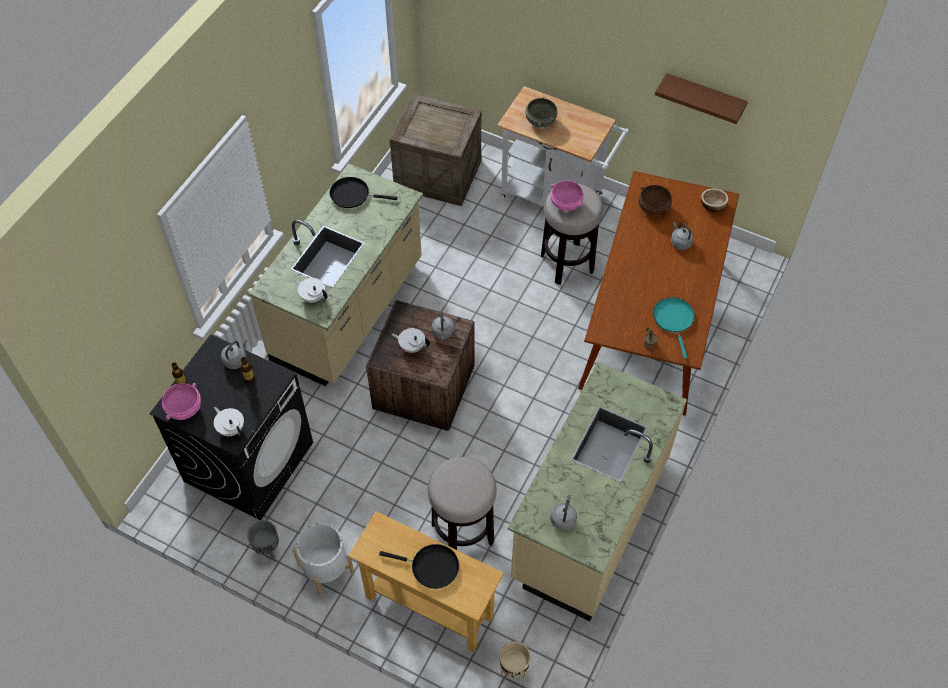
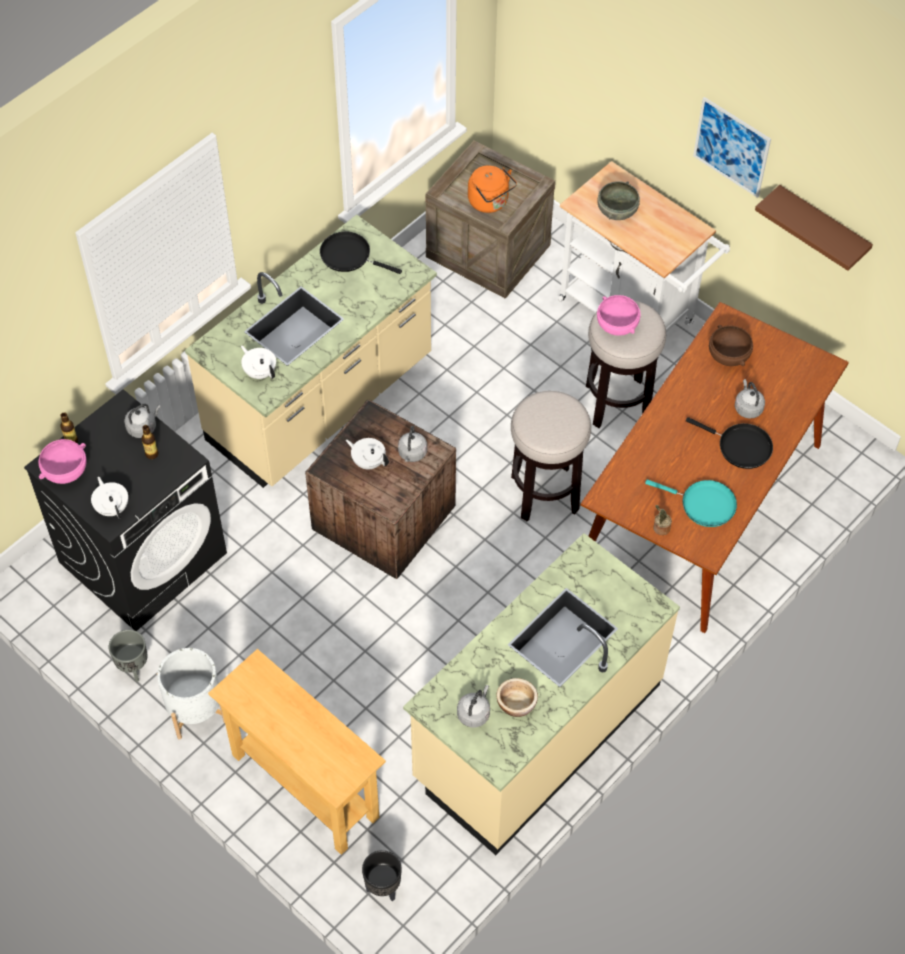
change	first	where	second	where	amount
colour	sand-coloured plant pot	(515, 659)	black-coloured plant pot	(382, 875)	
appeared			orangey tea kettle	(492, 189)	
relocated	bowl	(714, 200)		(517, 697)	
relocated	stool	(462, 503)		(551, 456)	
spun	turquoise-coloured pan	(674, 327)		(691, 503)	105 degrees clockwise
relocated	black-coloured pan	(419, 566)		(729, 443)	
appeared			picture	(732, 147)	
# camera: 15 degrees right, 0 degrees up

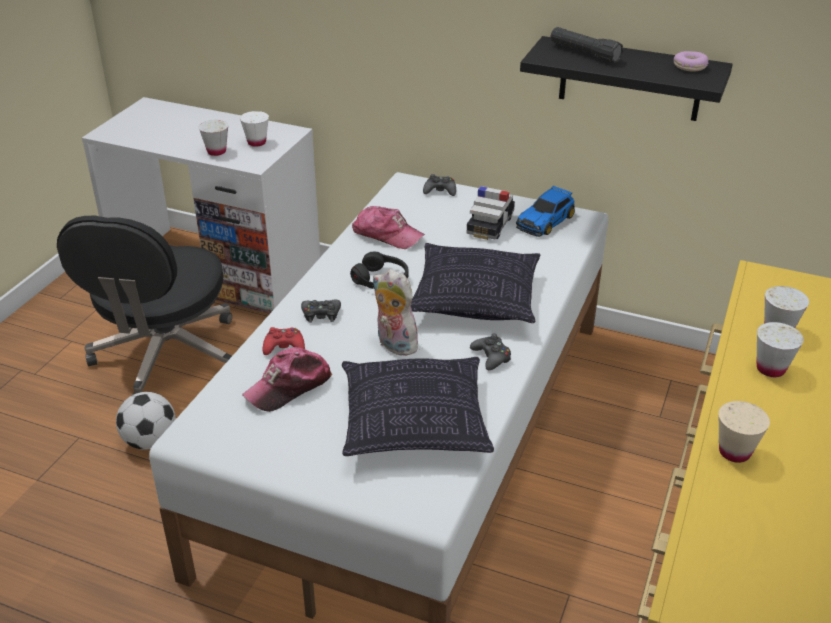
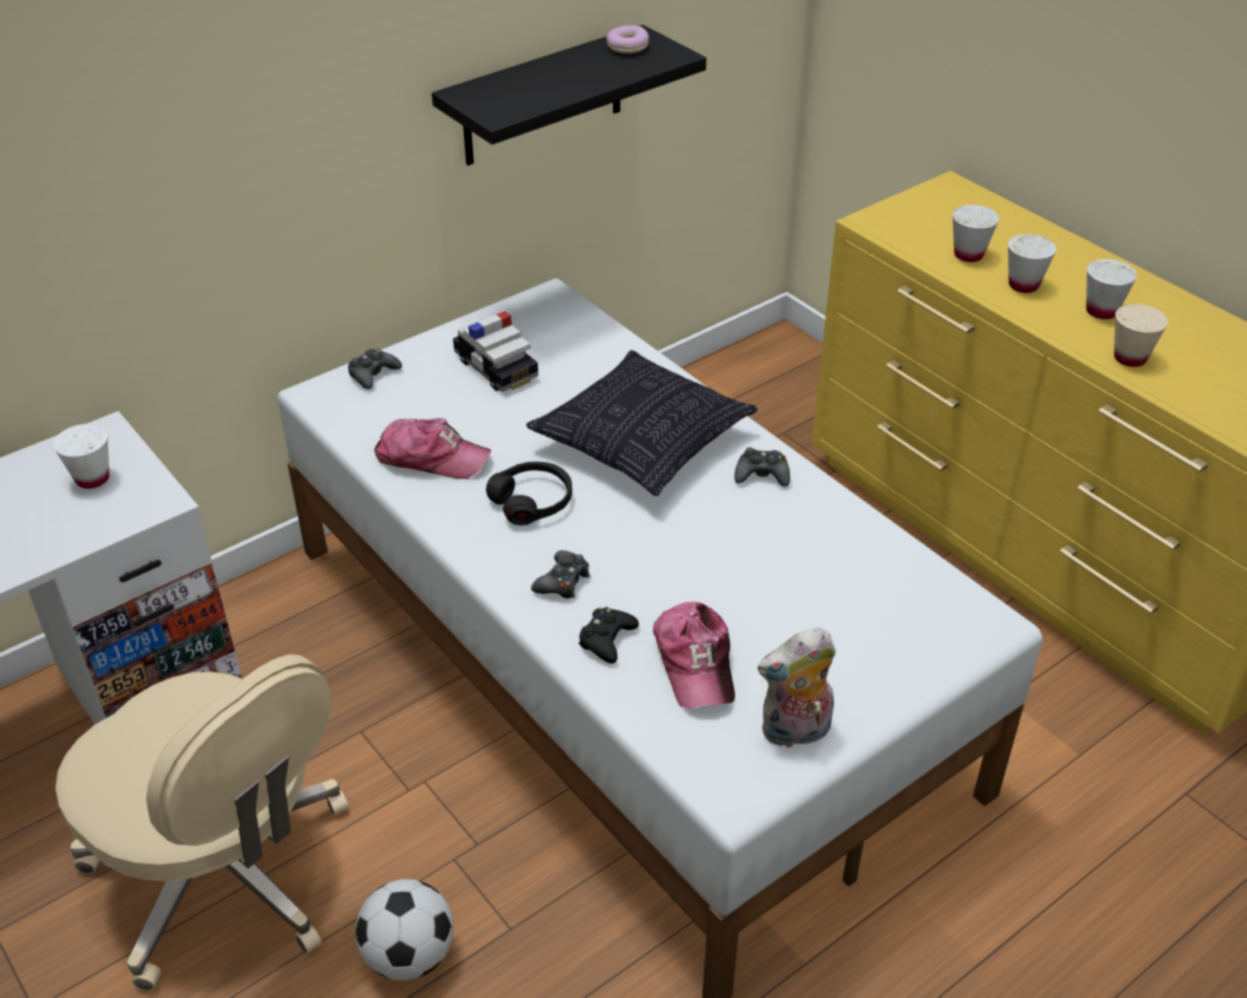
change	first	where	second	where	amount
colour	black-coloured desk chair	(144, 305)	sand-coloured desk chair	(202, 822)	
spun	baseball cap	(388, 227)		(432, 448)	45 degrees clockwise
colour	reddish gamepad	(284, 341)	black-coloured gamepad	(609, 635)	
relocated	soft toy	(396, 312)		(797, 688)	
relocated	white-coloured cup	(213, 138)		(1111, 289)	
missing	pillow	(418, 406)			
missing	toy car	(545, 211)			
missing	black-coloured flashlight	(587, 45)			
# camera: 60 degrees left, 5 degrees up

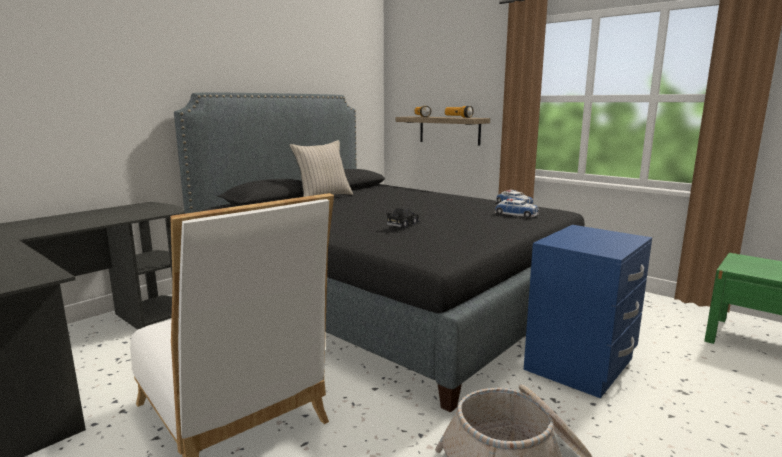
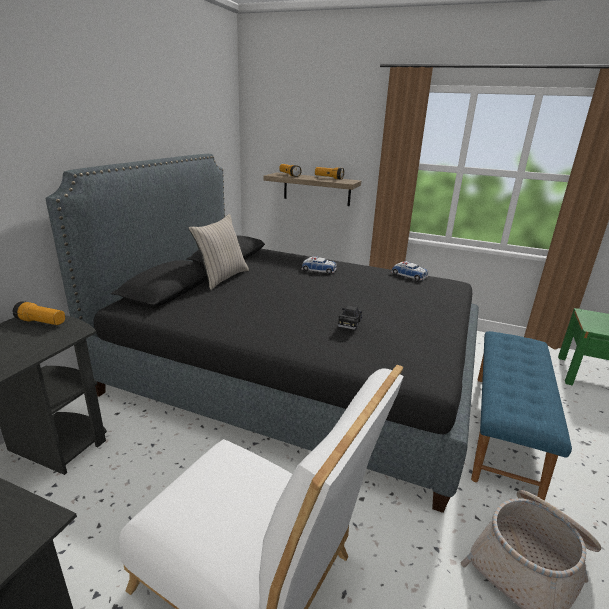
change	first	where	second	where	amount
appeared			flashlight	(39, 313)	
relocated	toy car	(517, 208)		(319, 265)	
exchanged	bluish bedside table	(588, 311)	bluish indoor bench	(521, 416)	
# camera: 20 degrees left, 10 degrees up

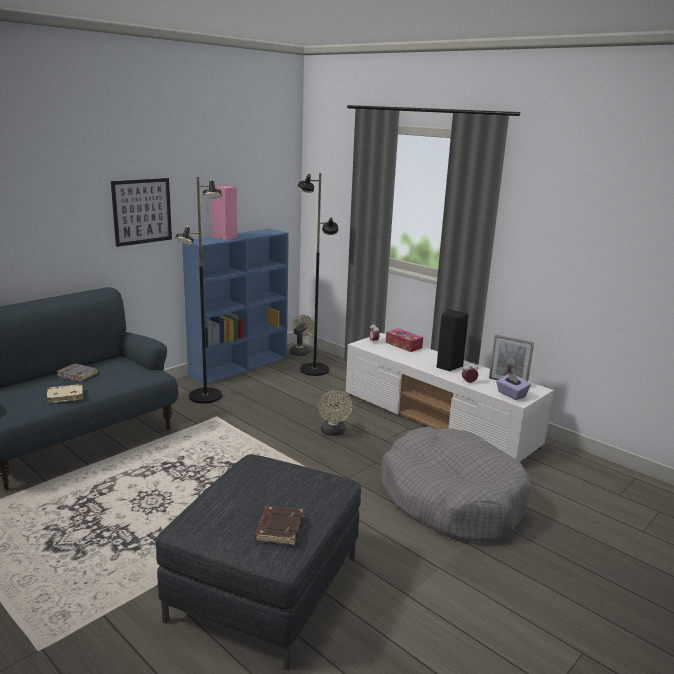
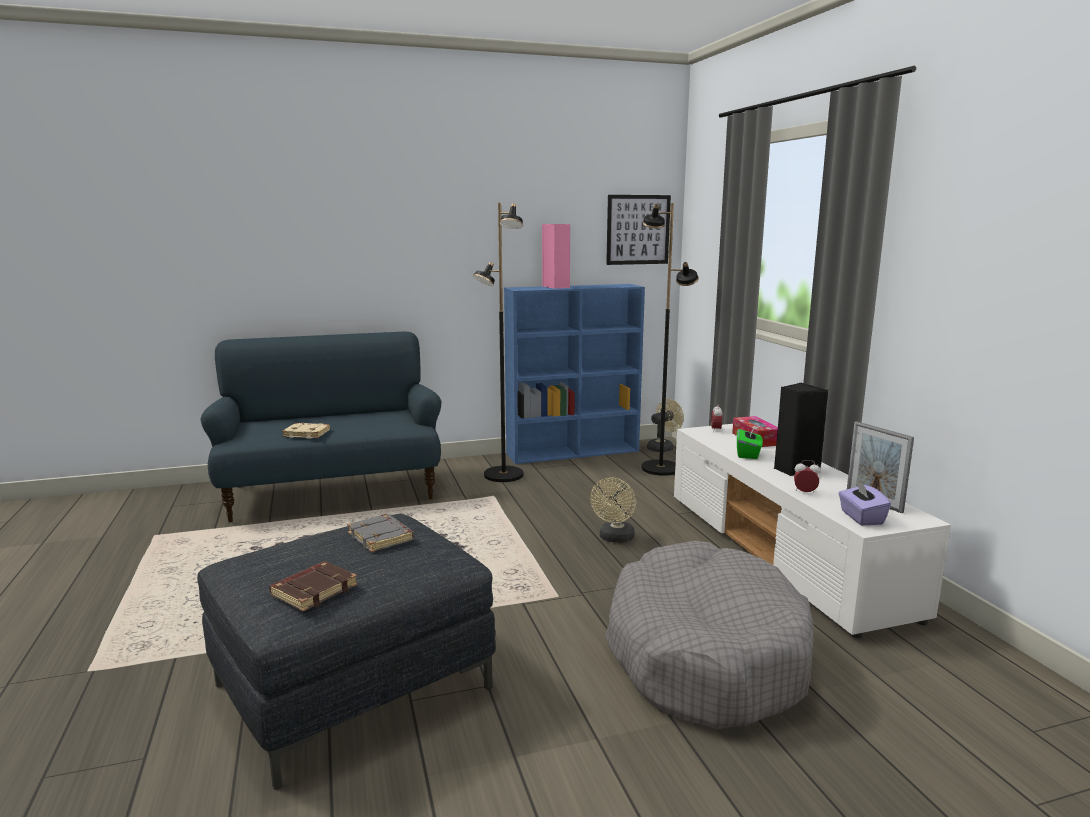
change	first	where	second	where	amount
relocated	grey bound book	(77, 372)		(380, 533)	
relocated	picture	(141, 212)		(638, 230)	
appeared			green tissue box	(750, 442)	
# camera: 30 degrees right, 5 degrees down

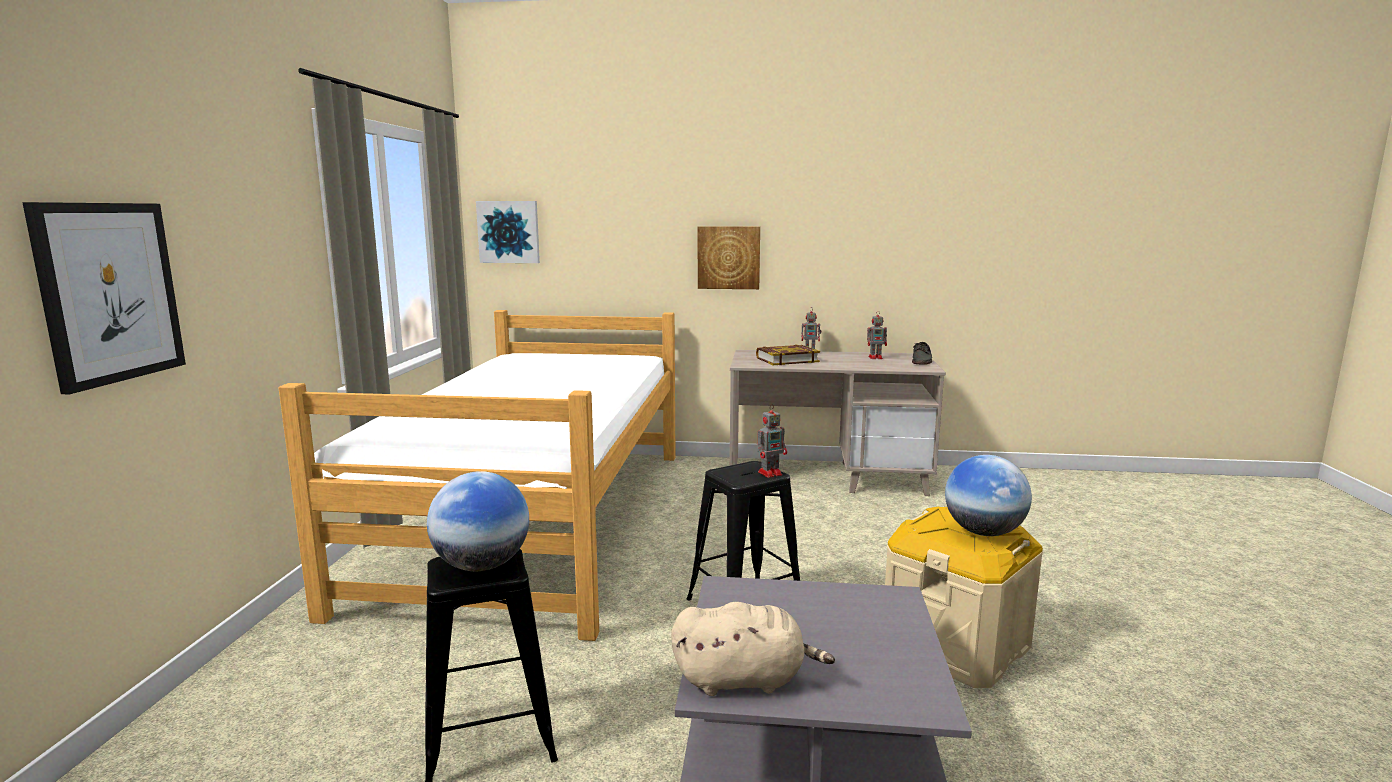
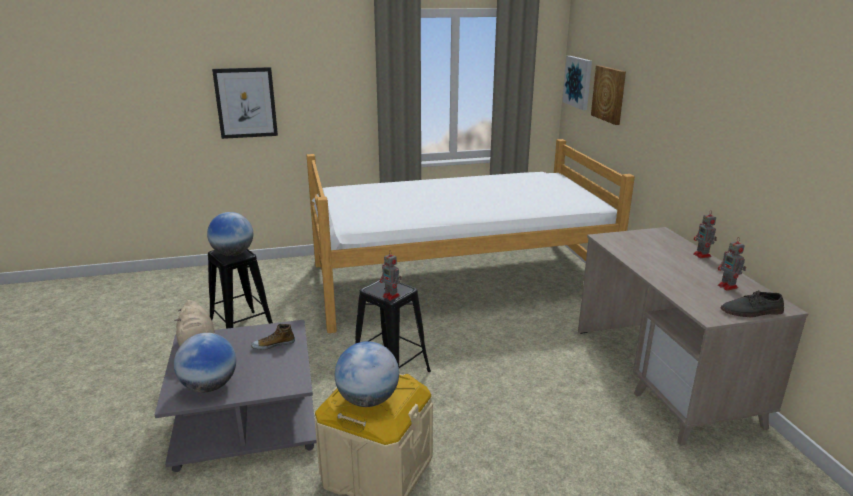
change	first	where	second	where	amount
appeared			globe	(205, 362)	
appeared			shoe	(273, 337)	
relocated	picture	(729, 257)		(608, 95)	
missing	bound book	(788, 354)			
# camera: 70 degrees right, 10 degrees up

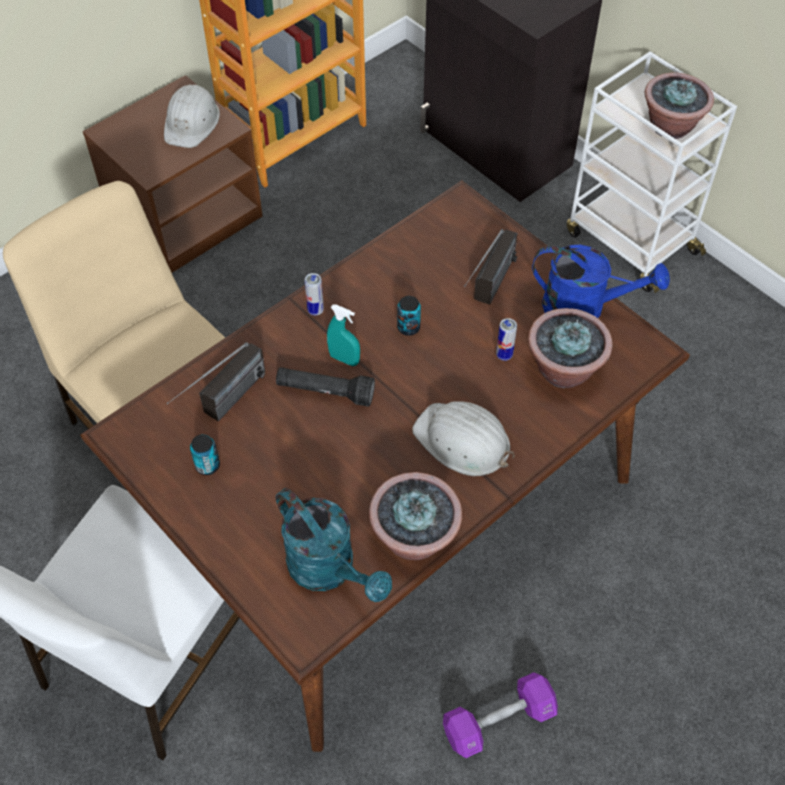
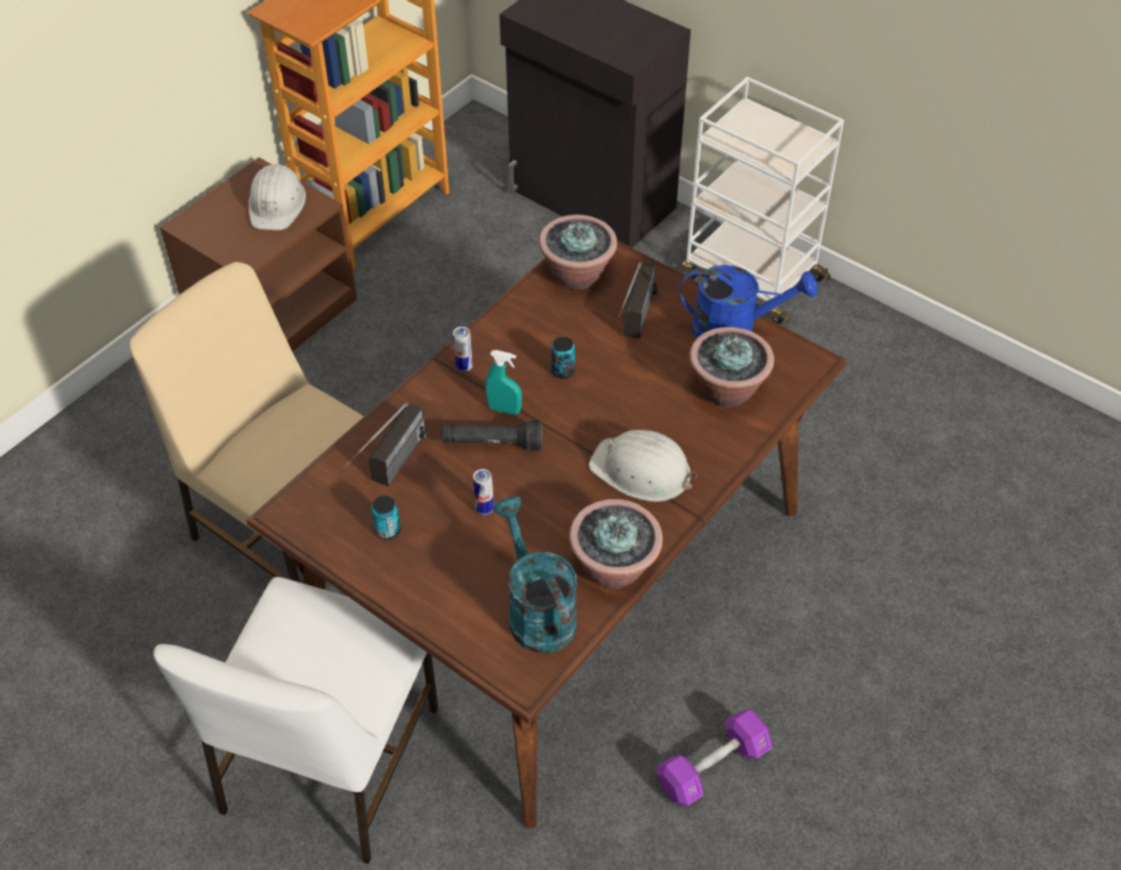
change	first	where	second	where	amount
relocated	can	(506, 339)		(483, 492)	
spun	turquoise-coloured watering pot	(334, 545)		(535, 574)	150 degrees counterclockwise
relocated	potted plant	(679, 106)		(578, 252)	
# camera: 10 degrees left, 5 degrees down

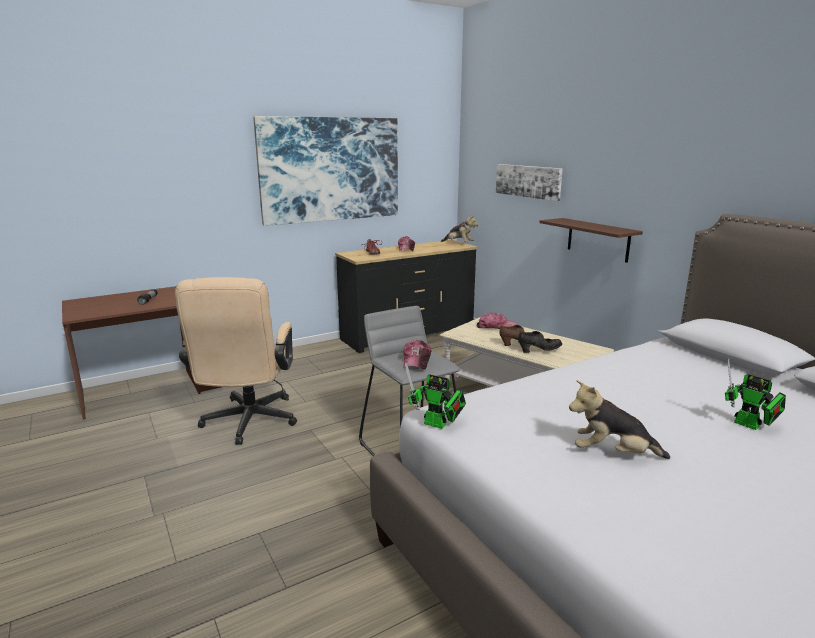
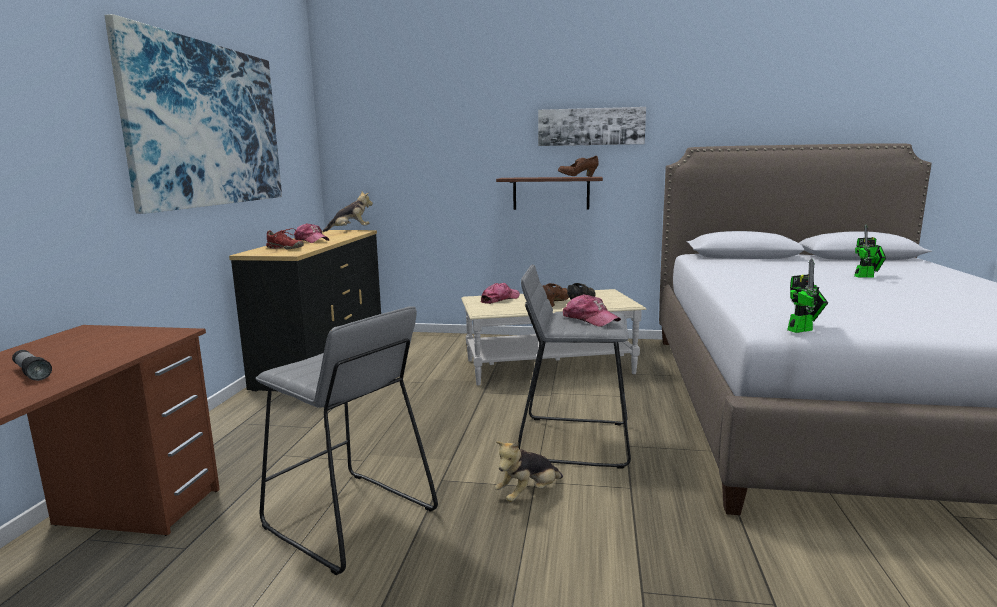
change	first	where	second	where	amount
exchanged	sand-coloured desk chair	(236, 361)	grey stool	(347, 440)	
relocated	soft toy	(619, 419)		(529, 471)	
relocated	picture	(529, 182)		(592, 126)	
appeared			brown shoe	(578, 166)	
# camera: 50 degrees left, 5 degrees down

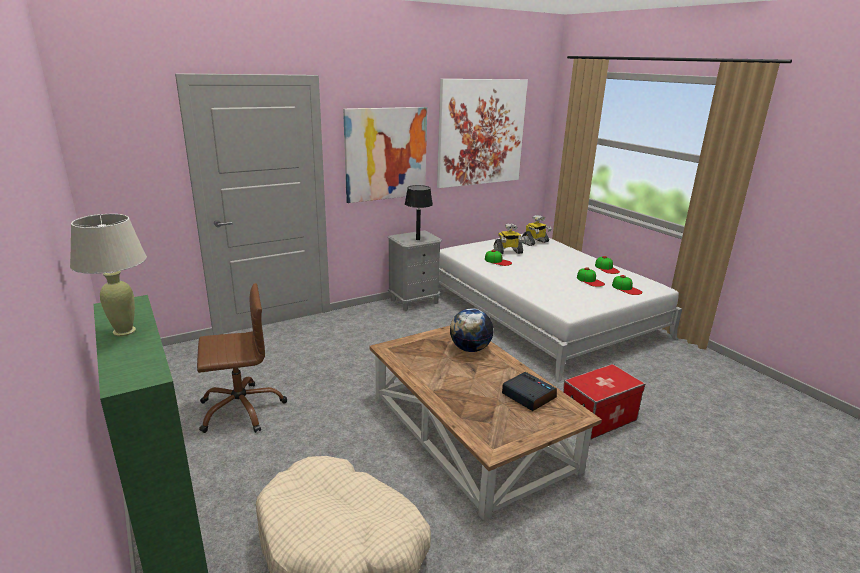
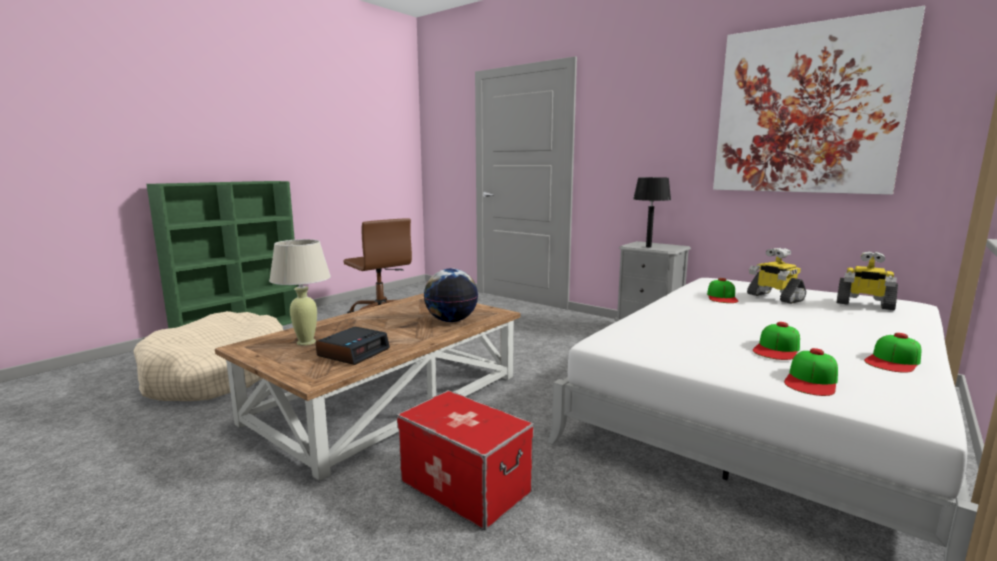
change	first	where	second	where	amount
relocated	sand-coloured tabletop lamp	(108, 275)		(300, 292)	
missing	picture	(385, 155)			
# camera: 70 degrees right, 10 degrees down

